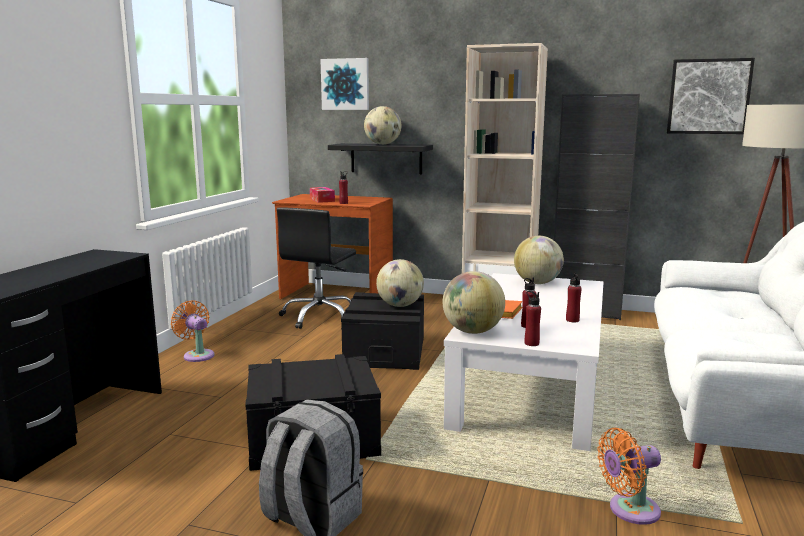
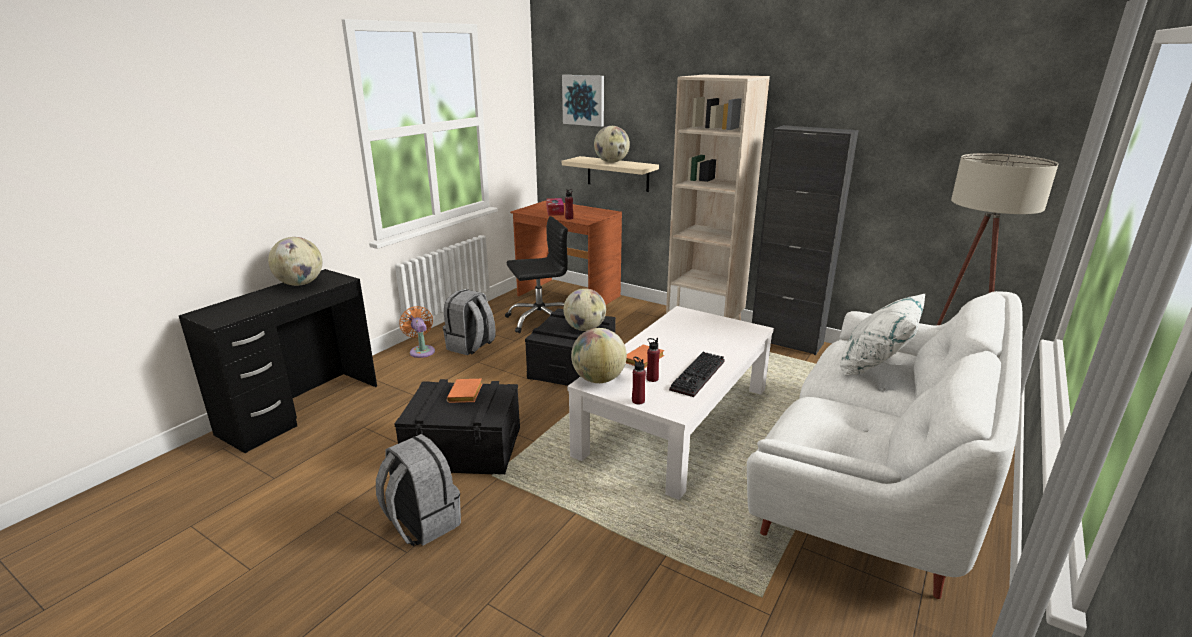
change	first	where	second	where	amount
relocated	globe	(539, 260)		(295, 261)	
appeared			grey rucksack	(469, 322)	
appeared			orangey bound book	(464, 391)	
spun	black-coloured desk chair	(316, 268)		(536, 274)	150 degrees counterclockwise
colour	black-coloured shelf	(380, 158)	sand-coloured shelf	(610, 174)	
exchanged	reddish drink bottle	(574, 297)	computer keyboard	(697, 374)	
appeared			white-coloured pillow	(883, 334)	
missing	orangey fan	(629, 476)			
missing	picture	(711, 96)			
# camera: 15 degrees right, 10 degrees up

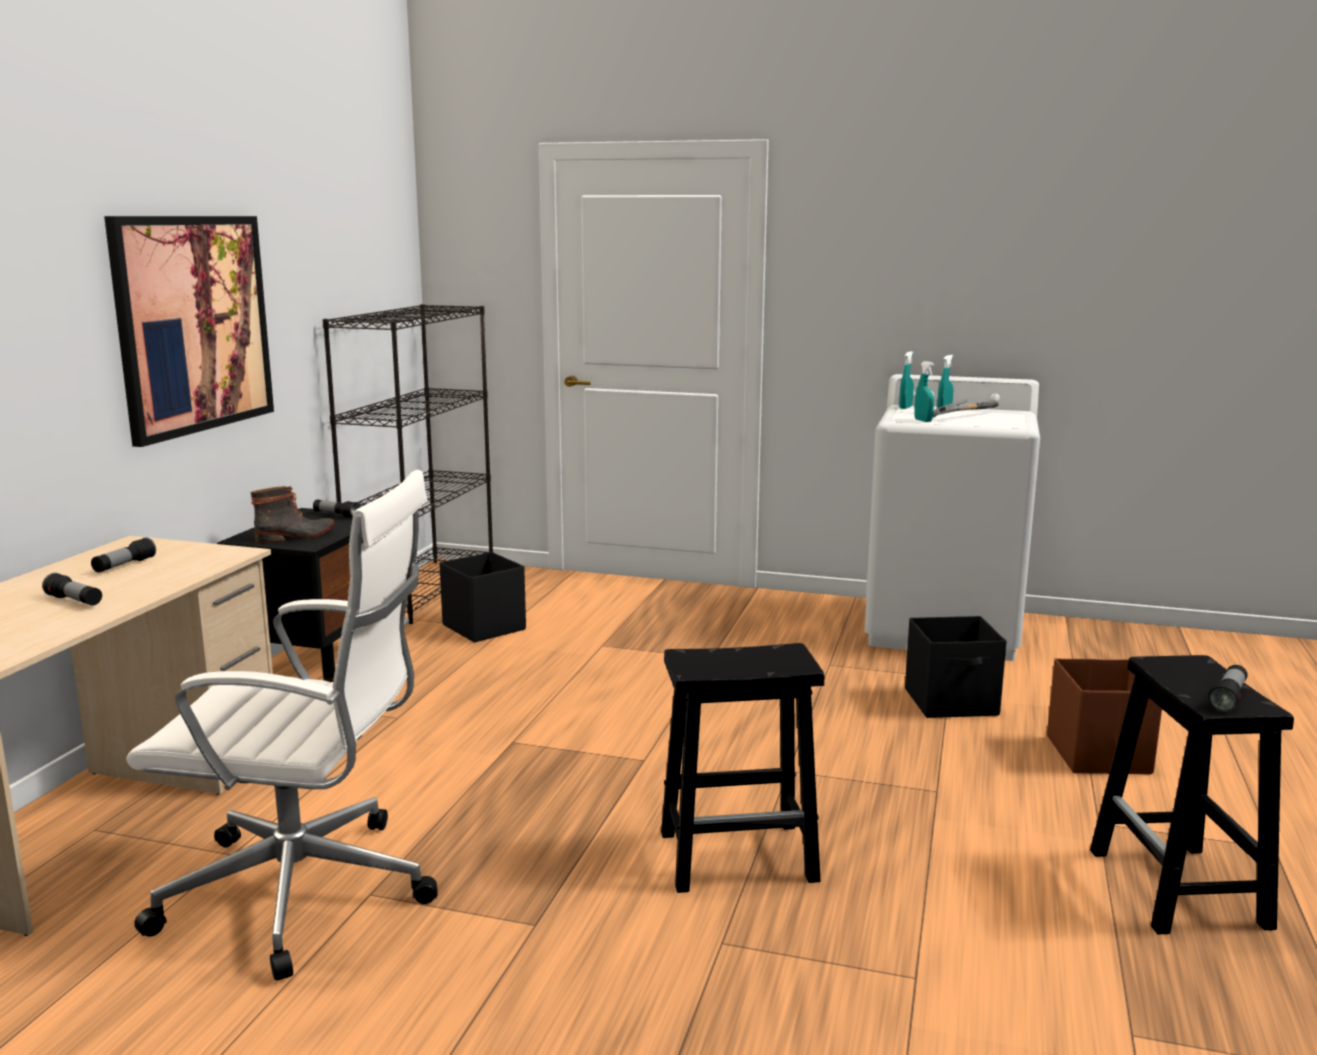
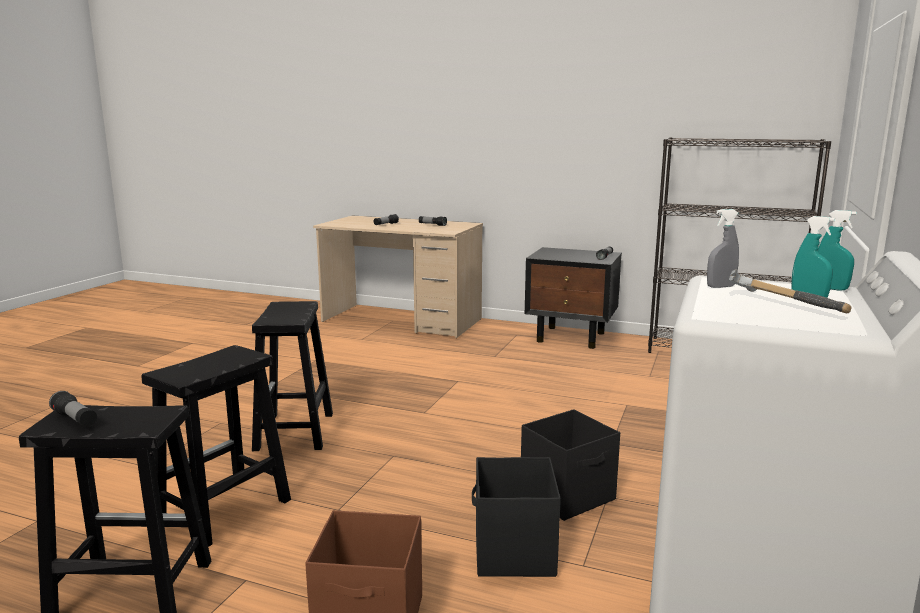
change	first	where	second	where	amount
appeared			black-coloured stool	(216, 446)	
relocated	black-coloured storage bin	(482, 597)		(570, 465)	
colour	turquoise-coloured sprayer	(924, 391)	grey sprayer	(723, 248)	
missing	picture	(189, 331)			
missing	white-coloured desk chair	(282, 725)			
missing	boot	(292, 515)			
# camera: 95 degrees right, 0 degrees up

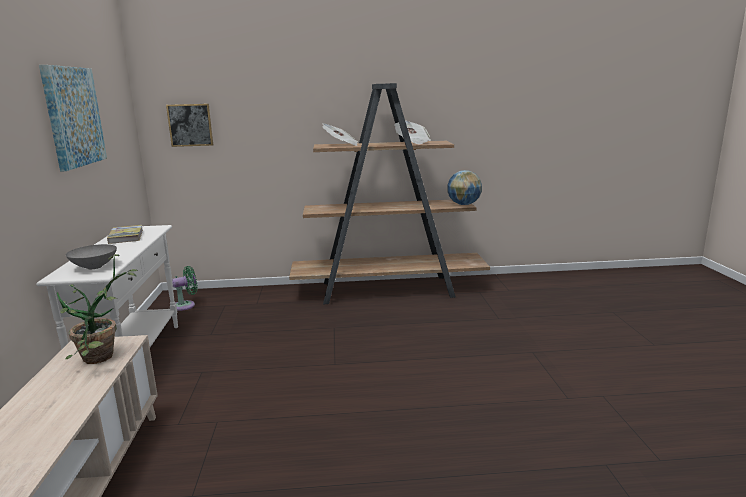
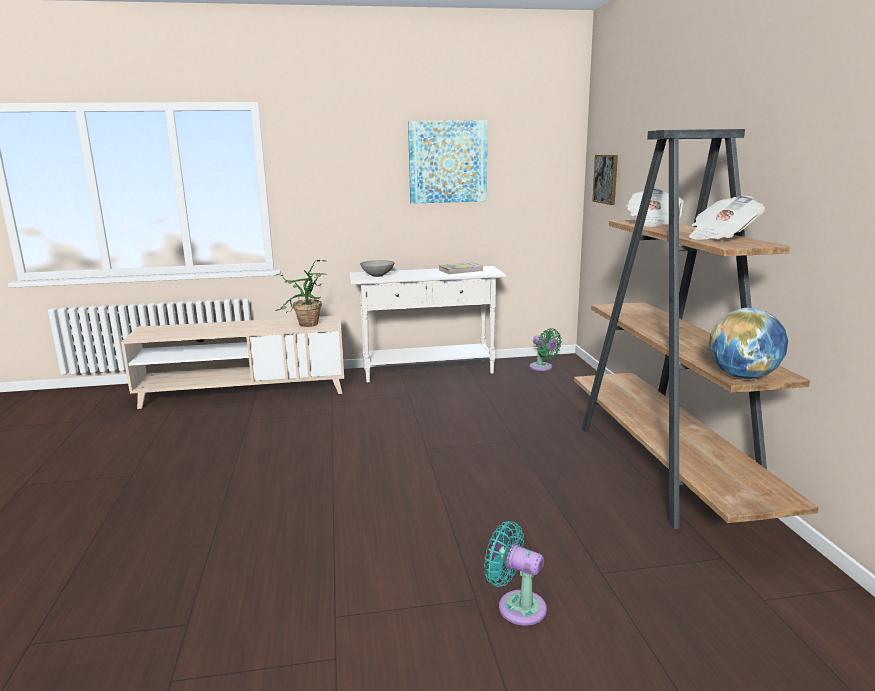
change	first	where	second	where	amount
appeared			turquoise-coloured fan	(515, 573)	
# camera: 85 degrees right, 0 degrees up

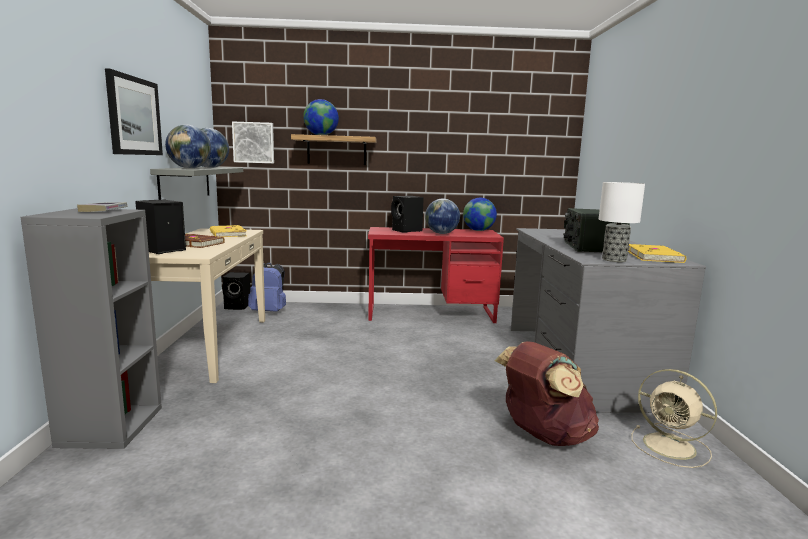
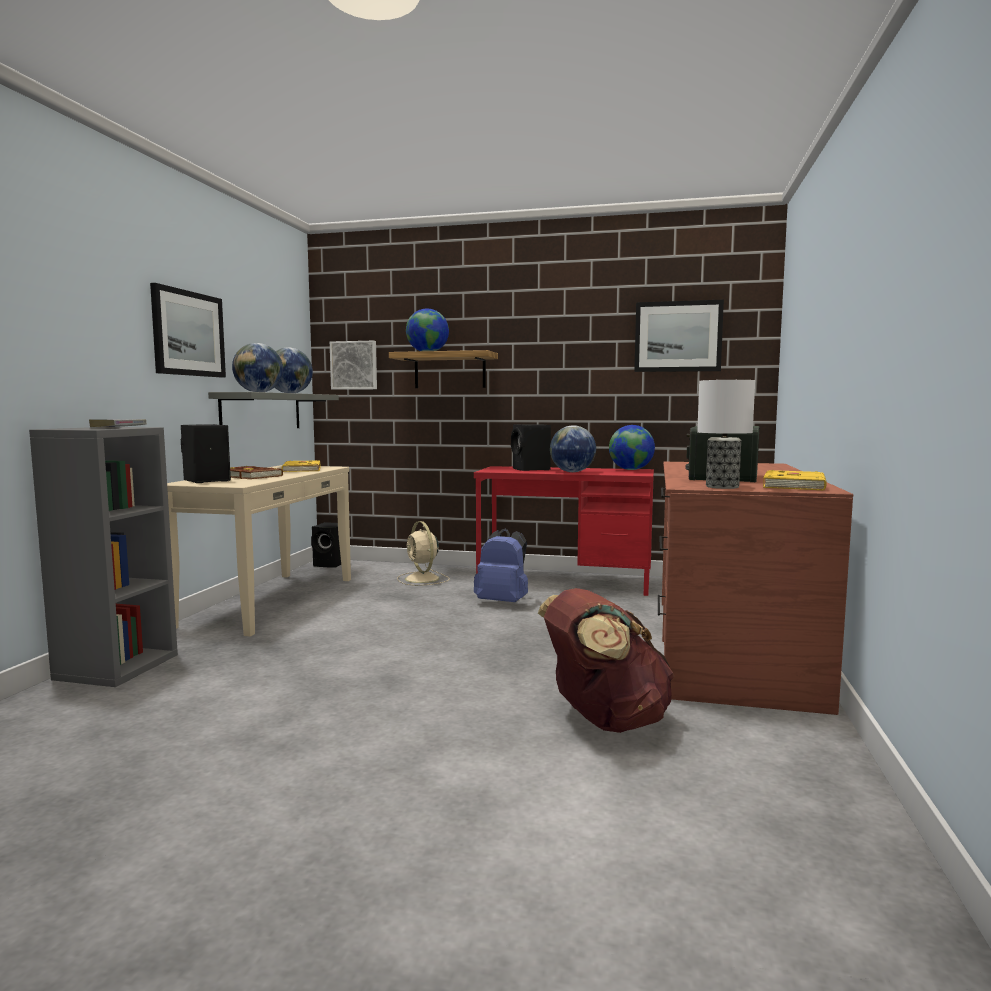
change	first	where	second	where	amount
relocated	sand-coloured fan	(674, 418)		(423, 553)	
relocated	bluish rucksack	(267, 287)		(501, 565)	
appeared			picture	(679, 336)	
colour	grey desk unit	(608, 320)	brown desk unit	(755, 588)	
# camera: 15 degrees right, 5 degrees down

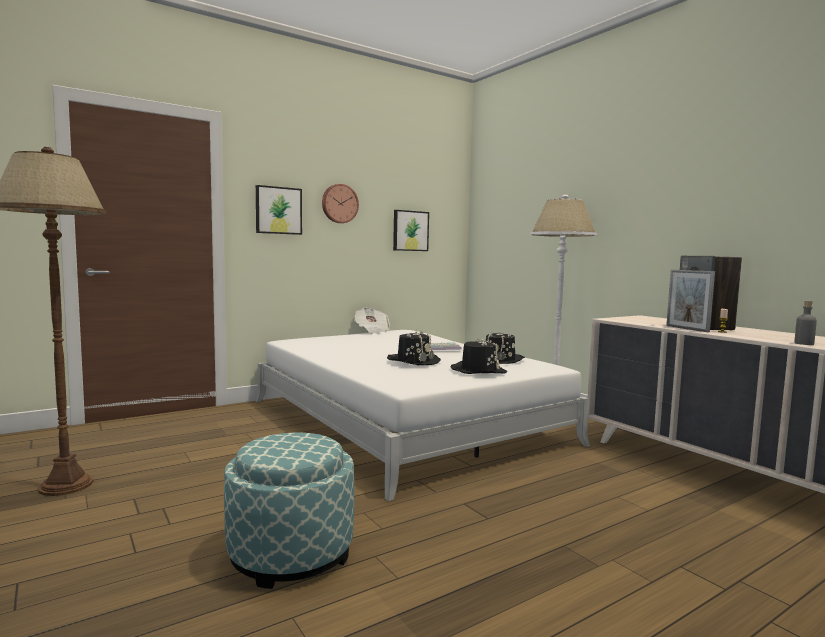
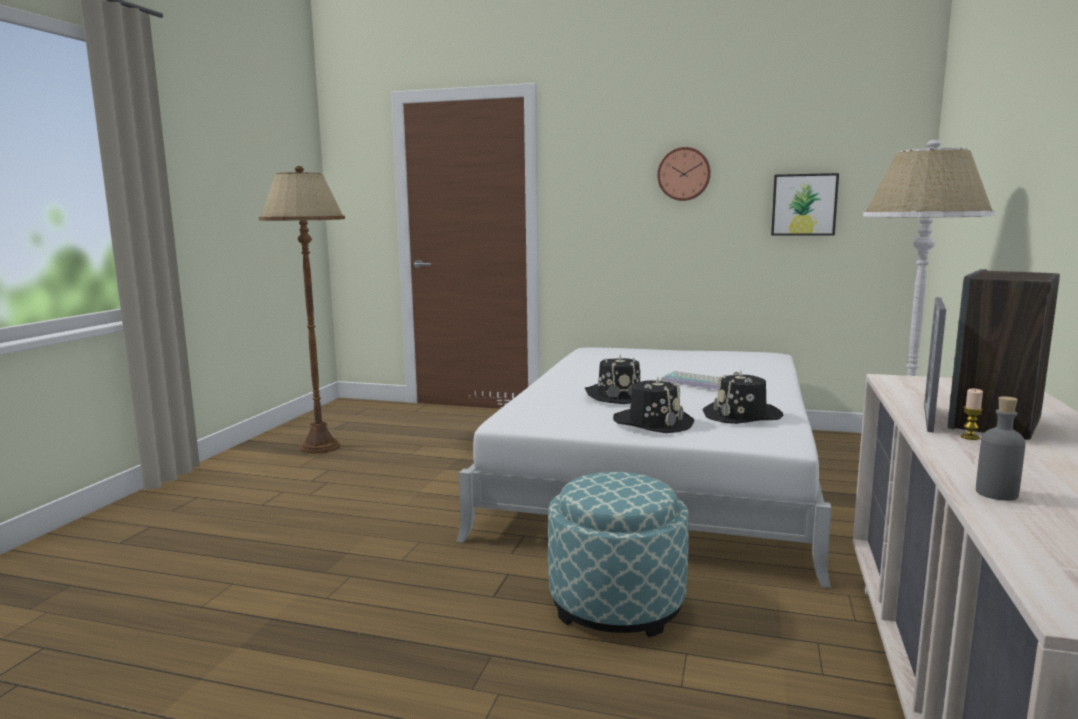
change	first	where	second	where	amount
relocated	footrest	(289, 511)		(618, 554)	
missing	picture	(279, 210)			
missing	daily paper	(372, 320)			
# camera: 50 degrees right, 5 degrees up

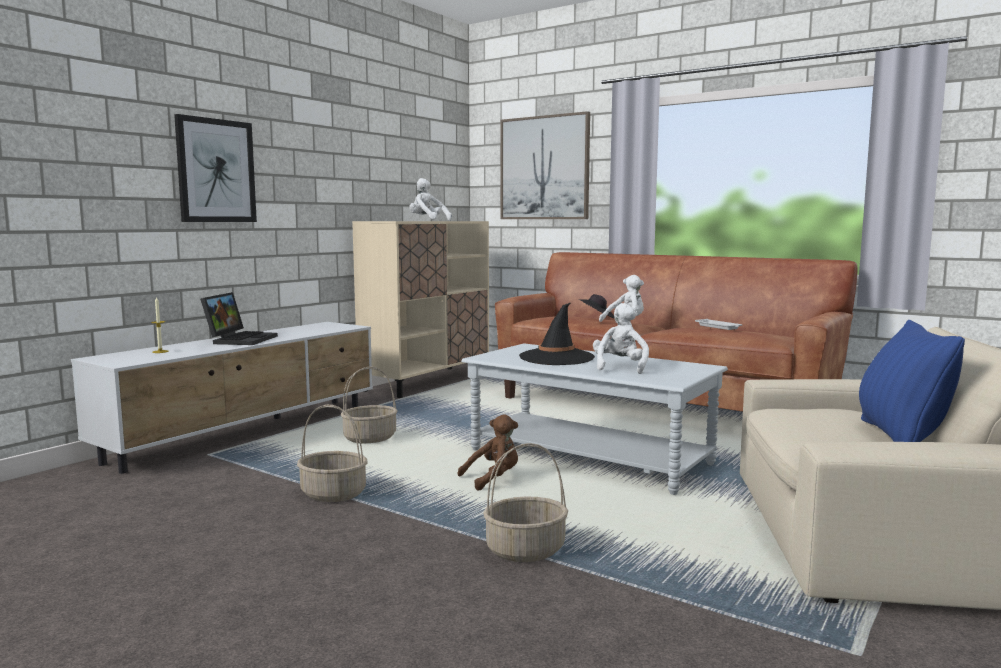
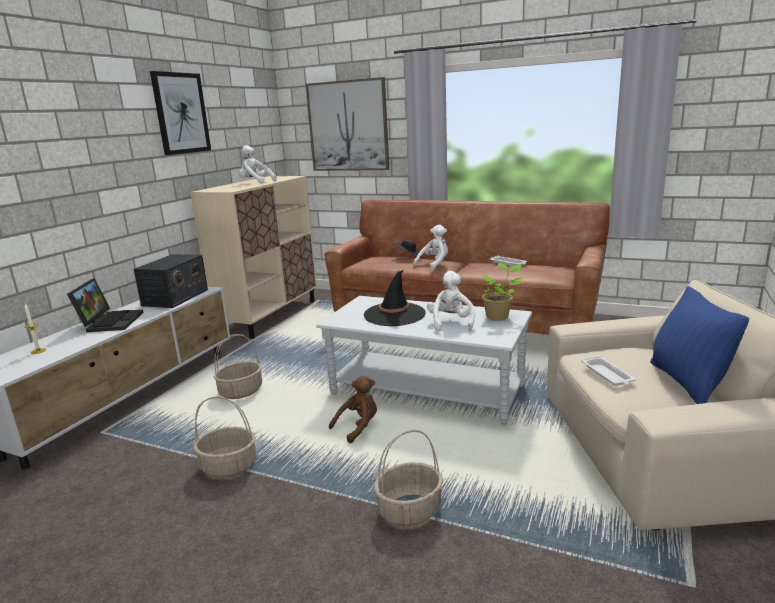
change	first	where	second	where	amount
appeared			radio	(170, 281)	
relocated	picture	(215, 168)		(180, 113)	
appeared			potted plant	(501, 292)	
appeared			white-coloured serving tray	(608, 371)	
# camera: 10 degrees left, 10 degrees up

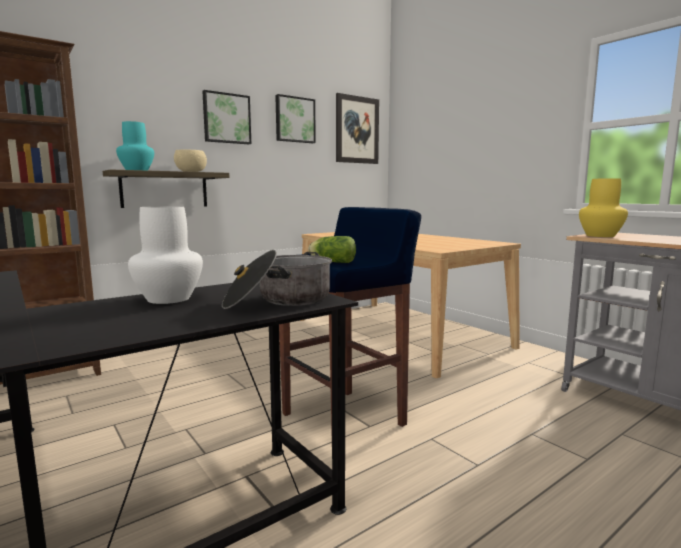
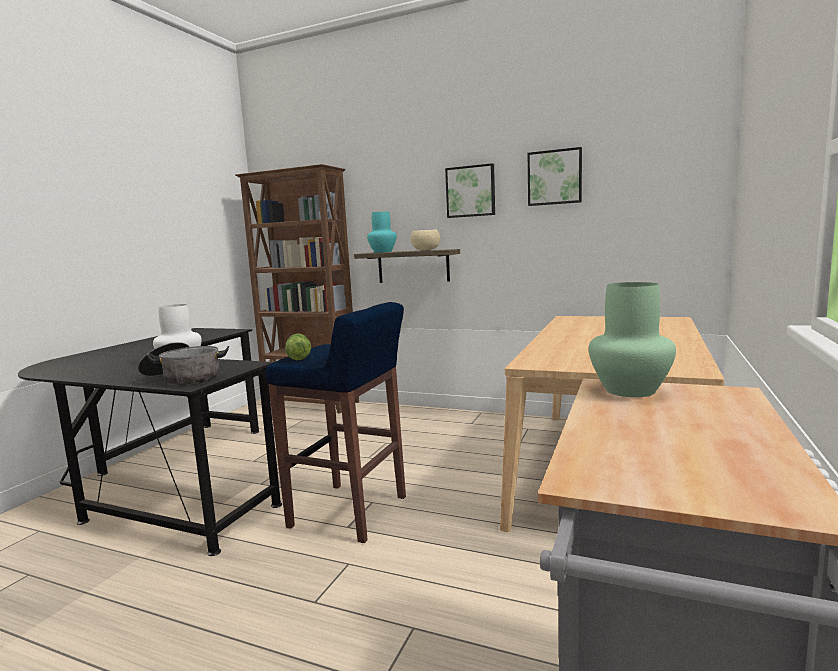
change	first	where	second	where	amount
colour	yellowish flower vase	(603, 207)	green flower vase	(632, 339)	
missing	picture	(357, 128)			
# camera: 60 degrees right, 0 degrees up

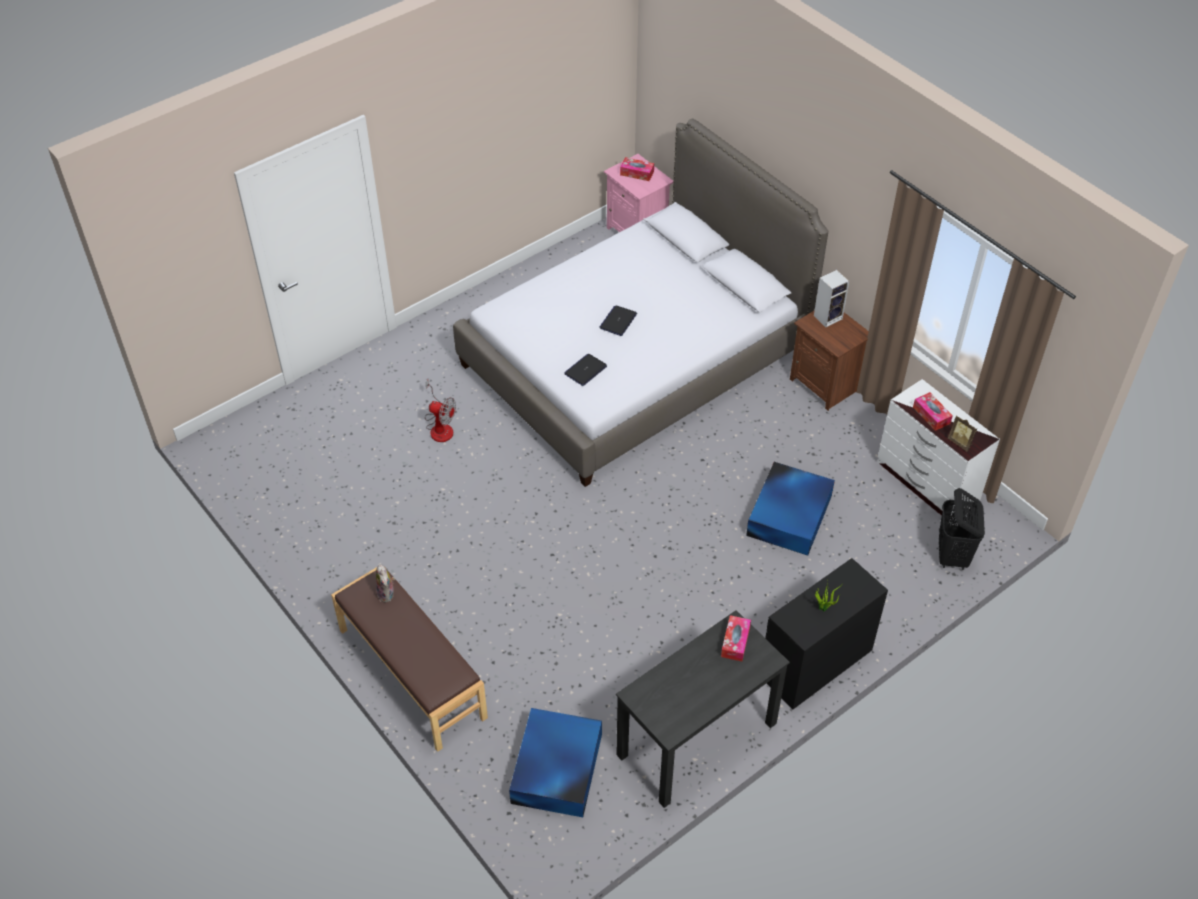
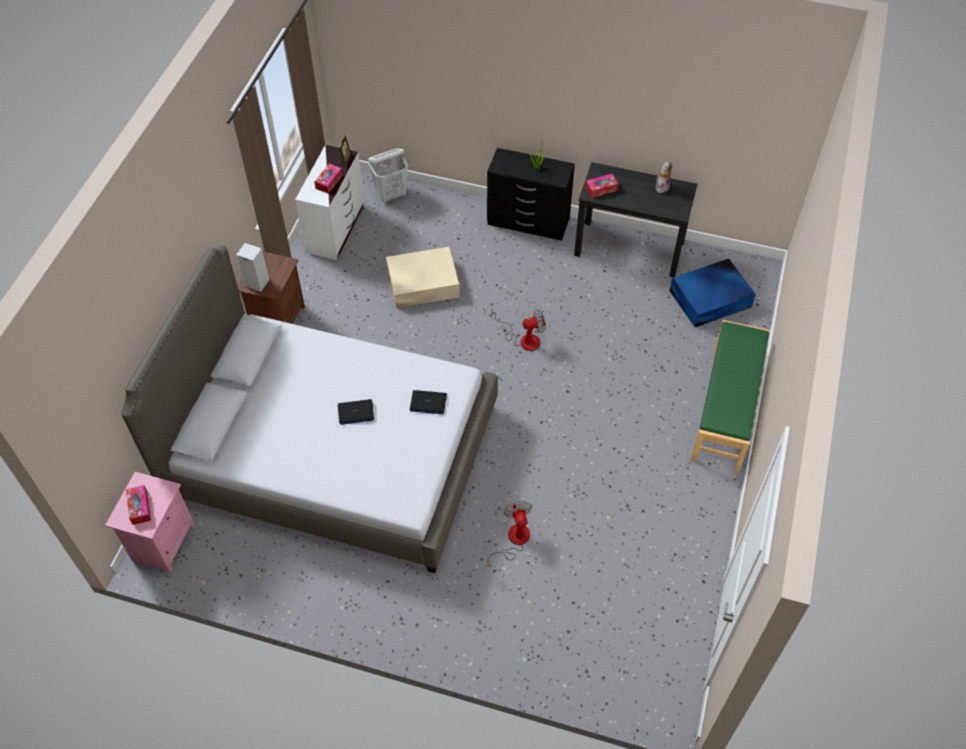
change	first	where	second	where	amount
colour	black-coloured laundry basket	(962, 529)	white-coloured laundry basket	(388, 175)	
colour	bluish storage bin	(790, 508)	sand-coloured storage bin	(423, 277)	
appeared			fan	(518, 330)	
relocated	soft toy	(385, 583)		(664, 177)	
colour	brown indoor bench	(409, 659)	green indoor bench	(730, 396)	
# camera: 125 degrees left, 5 degrees up

